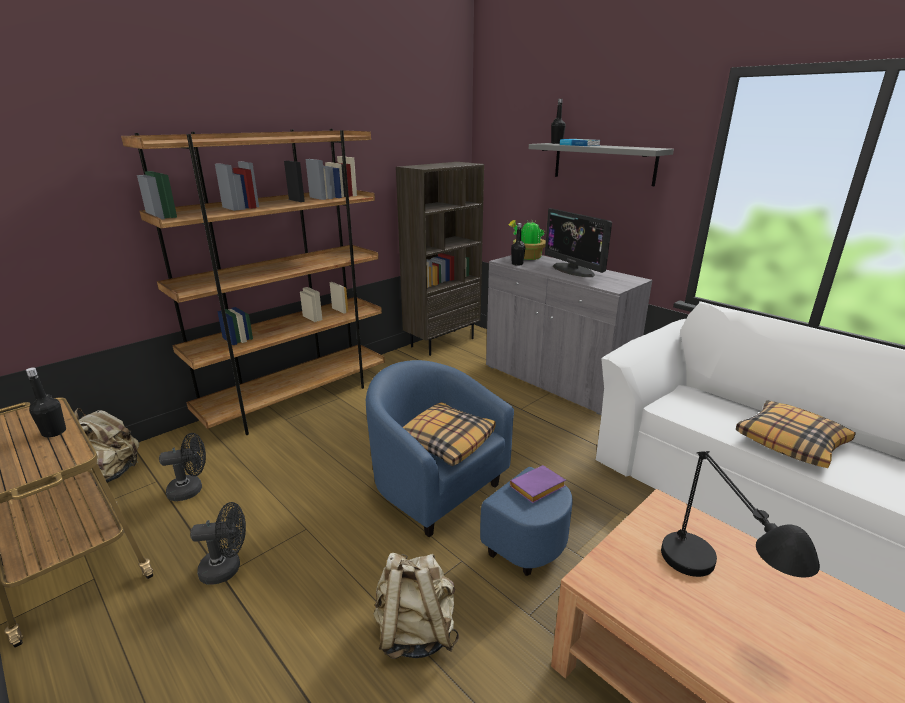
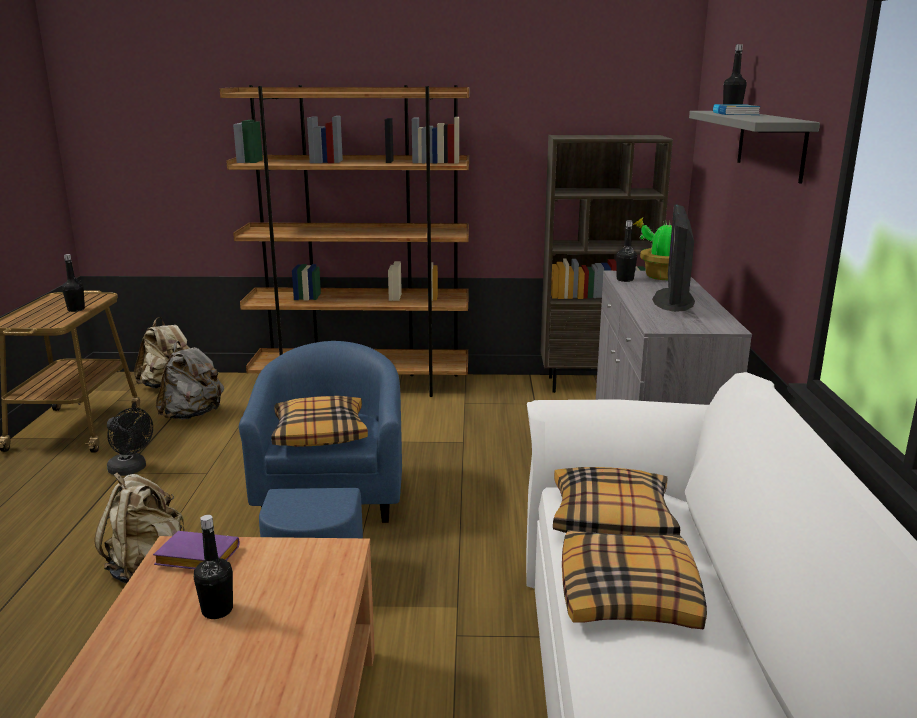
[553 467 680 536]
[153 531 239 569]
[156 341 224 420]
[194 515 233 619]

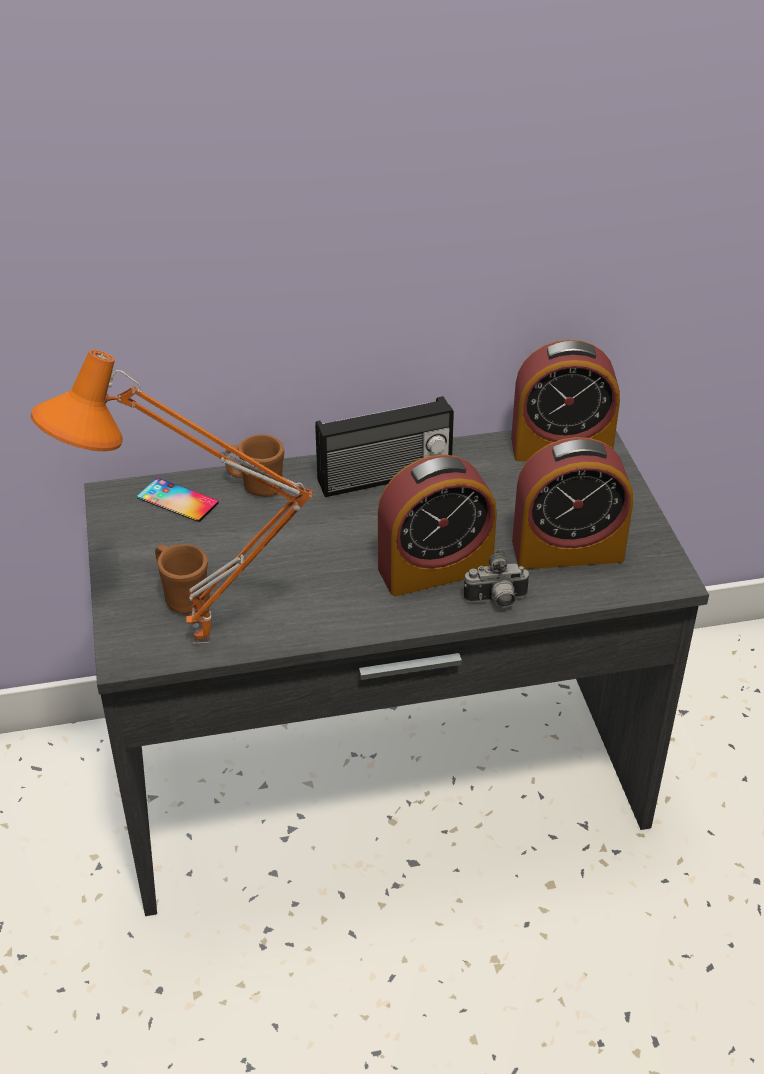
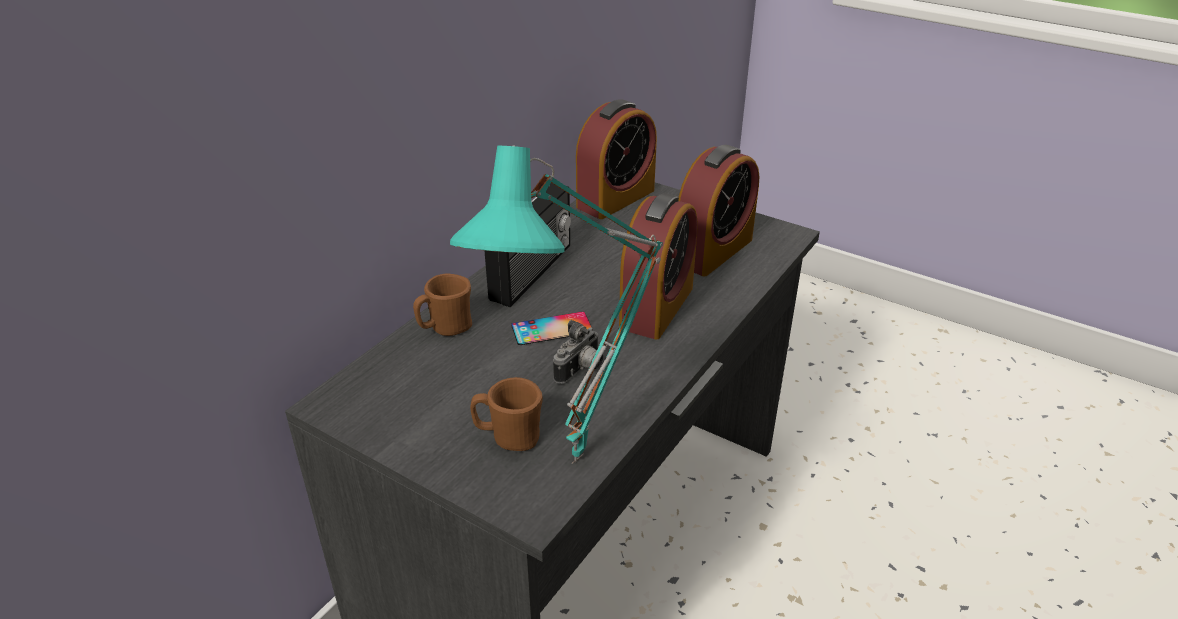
[511 312 592 345]
[553 320 603 384]
[450 145 663 464]

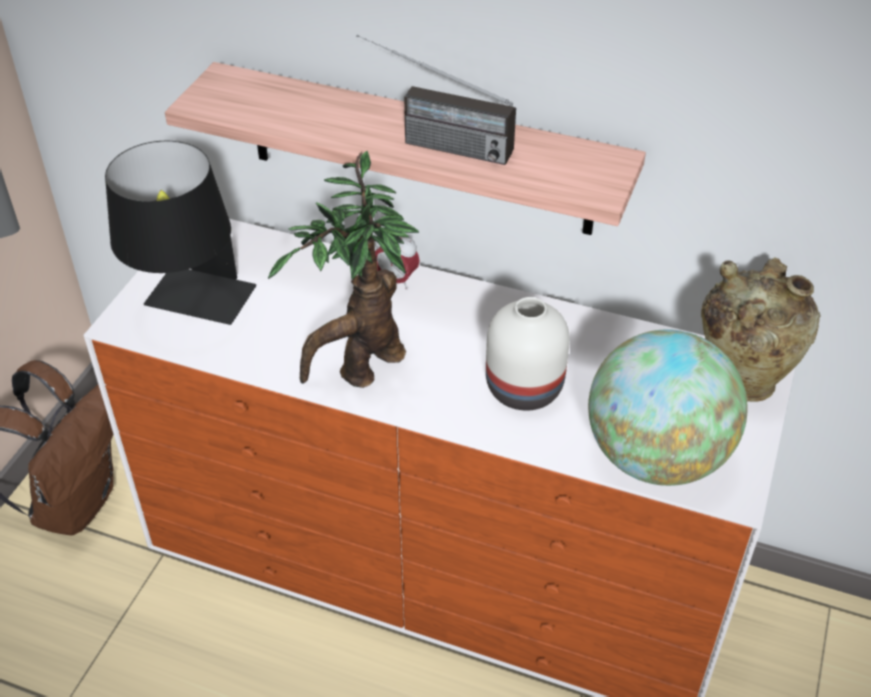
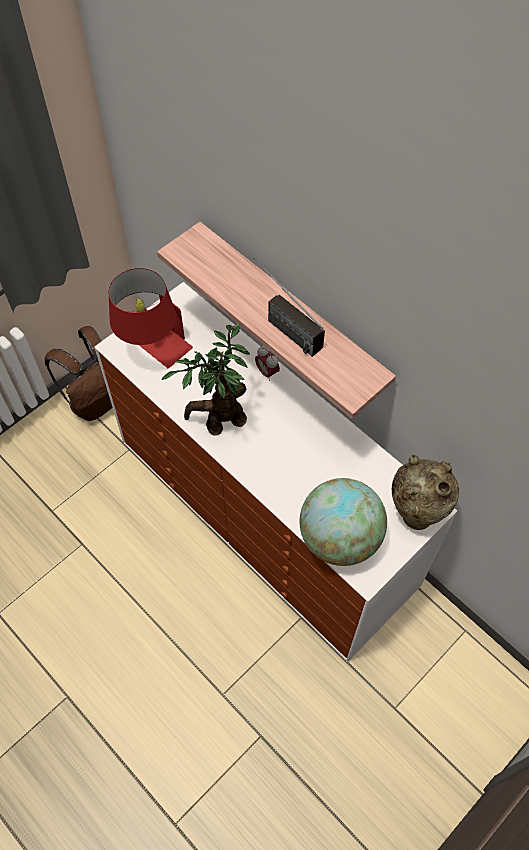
[486 297 570 411] (first image)
[109 268 193 368]

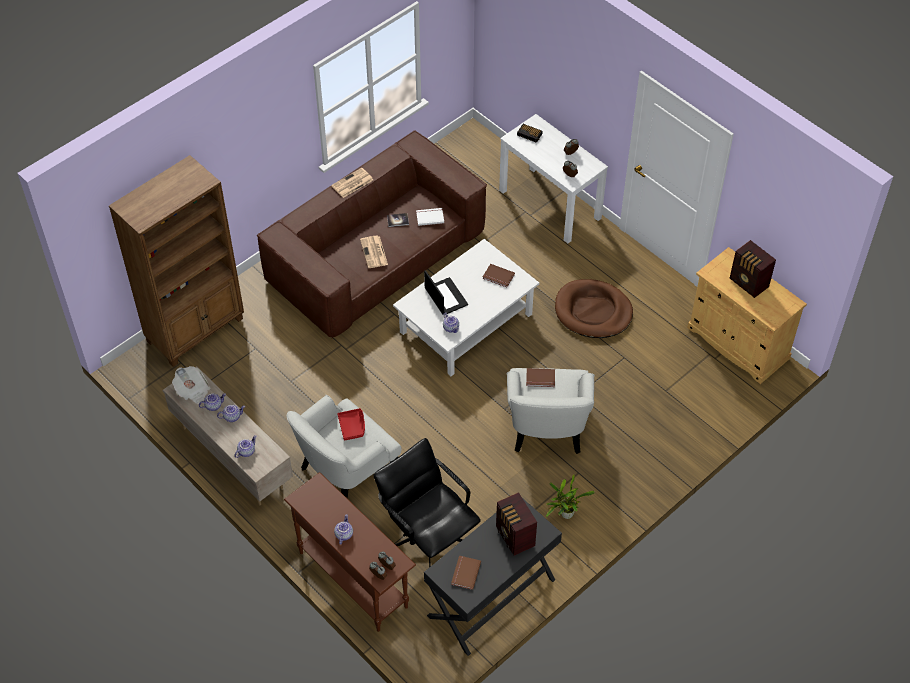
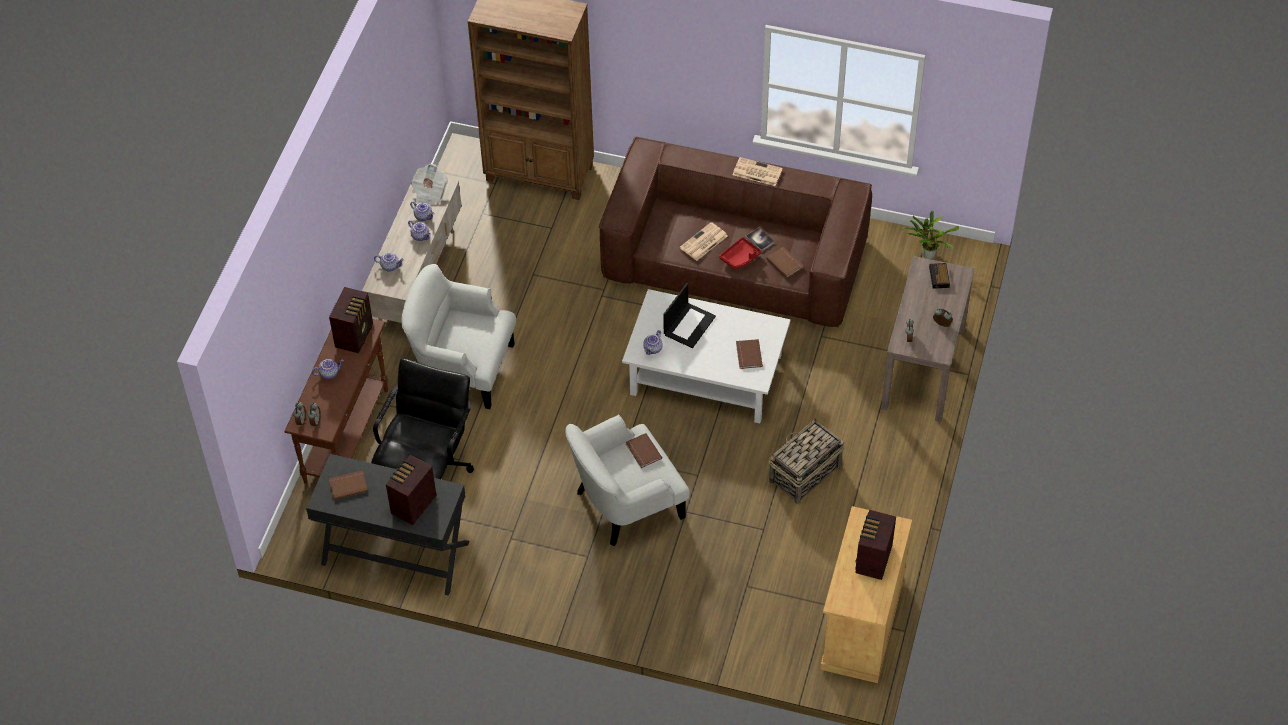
[329 287 373 353]
[719 237 761 269]
[901 211 959 259]
[769 418 845 504]
[766 247 804 278]
[881 256 975 422]

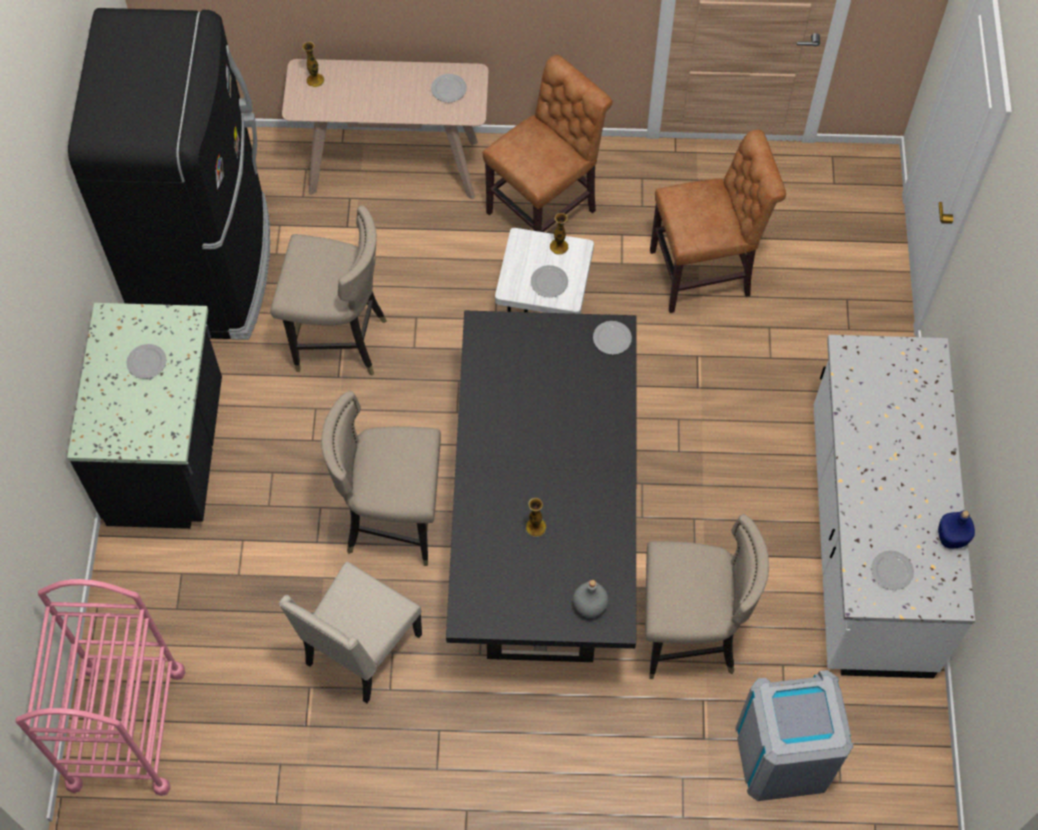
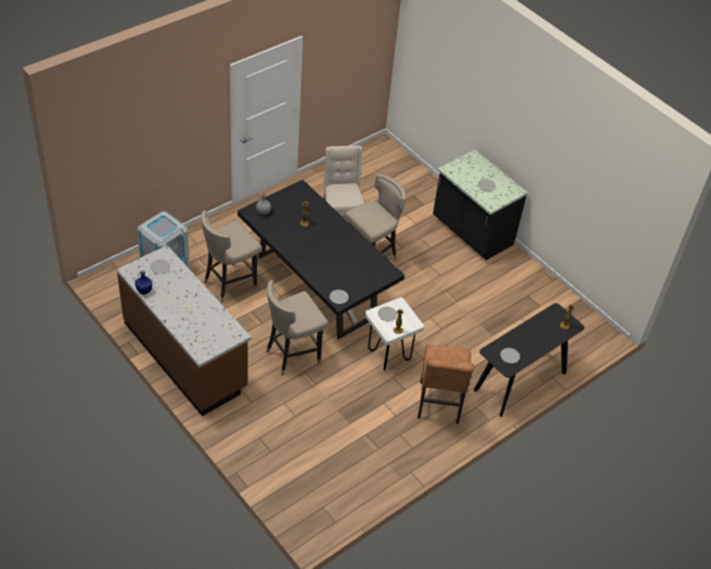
[15 579 185 796] (first image)
[68 8 270 340] (first image)
[650 130 786 313] (first image)
[266 280 328 376]
[474 303 585 417]
[116 245 251 416]

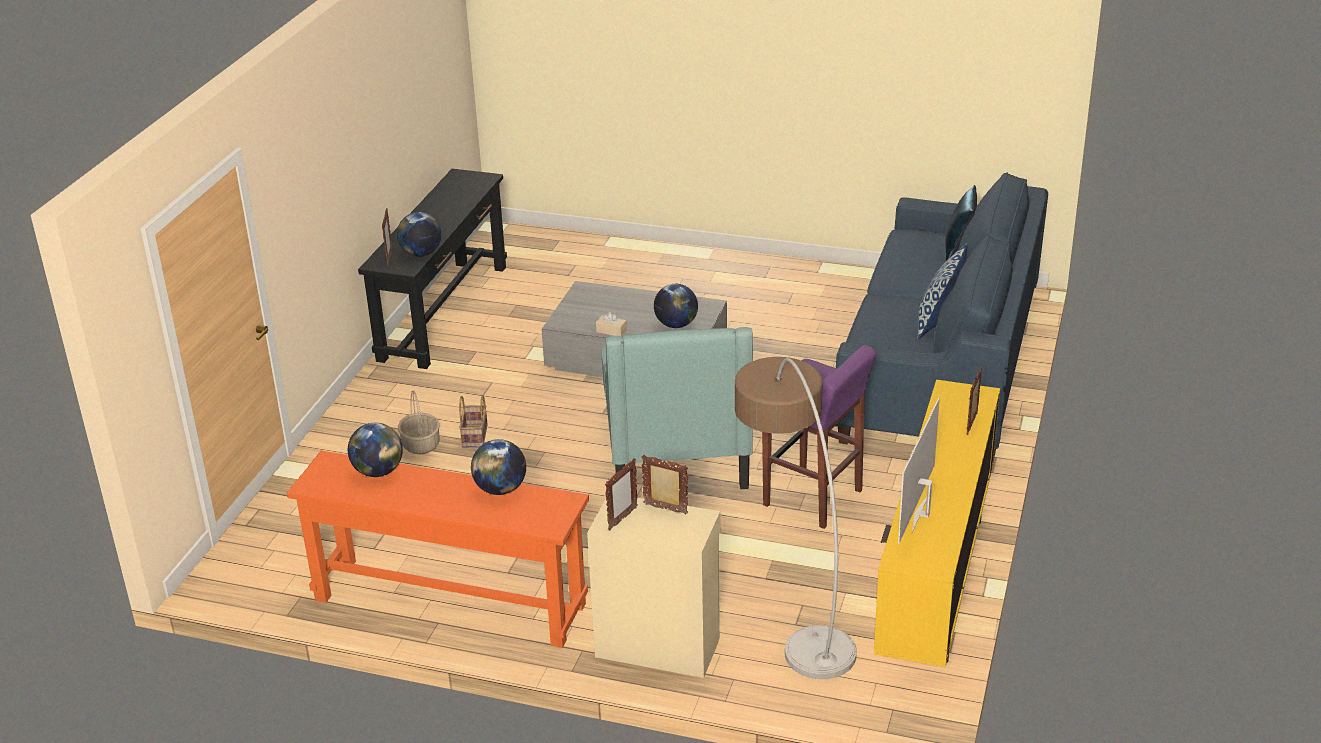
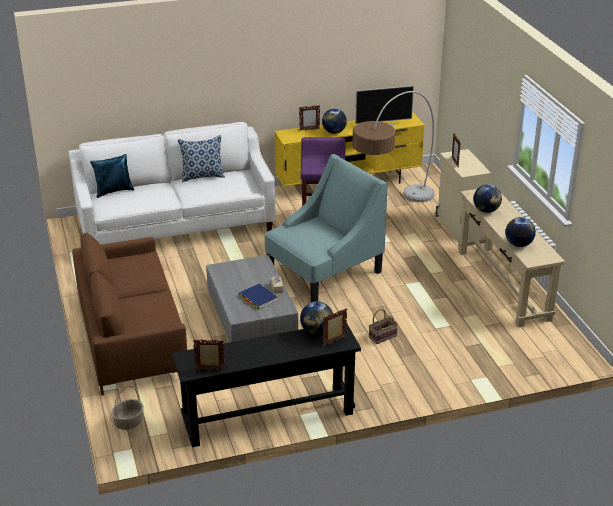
[72 232 187 396]
[239 284 278 309]
[111 386 144 430]
[193 339 225 370]
[322 109 347 134]
[458 189 565 327]
[68 122 276 245]

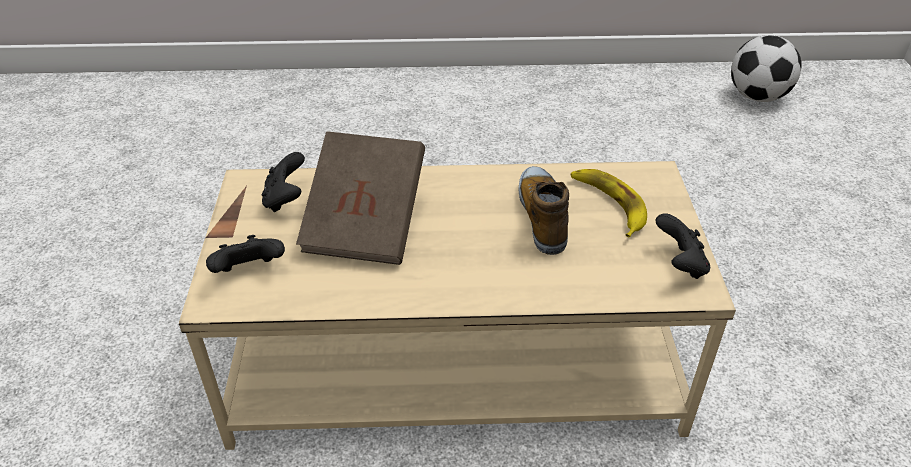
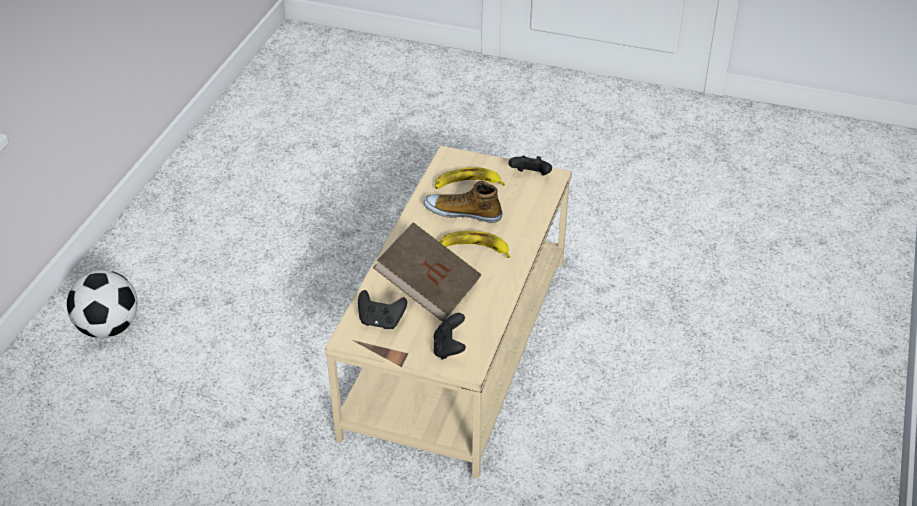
[439 231 510 258]
[67 270 138 338]

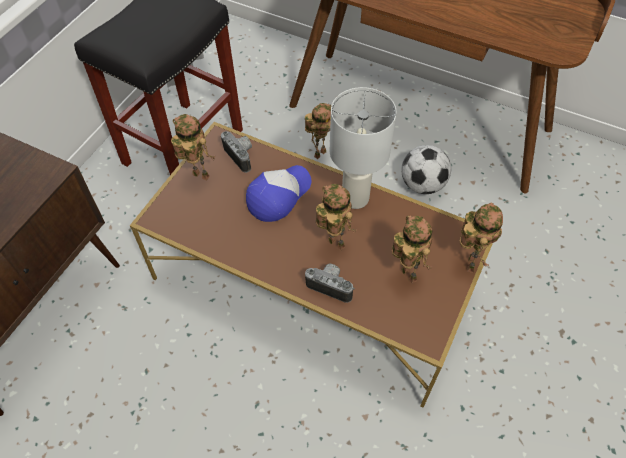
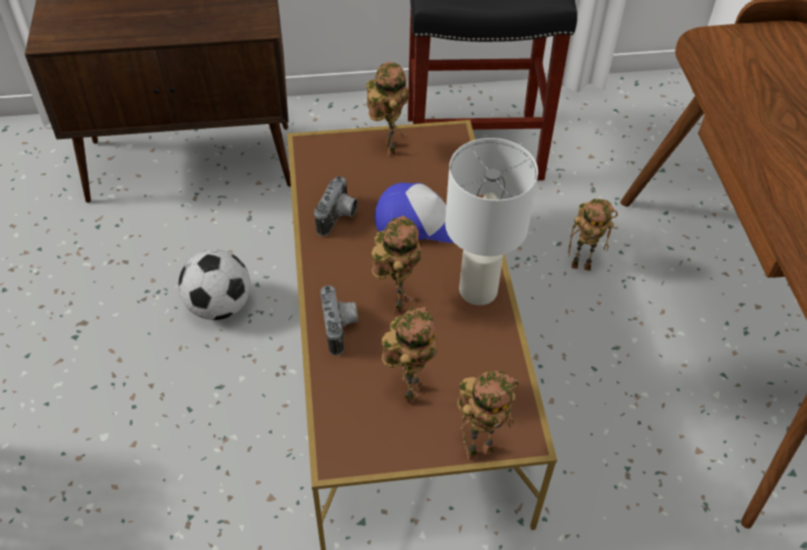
[314 176 358 236]
[178 249 251 320]

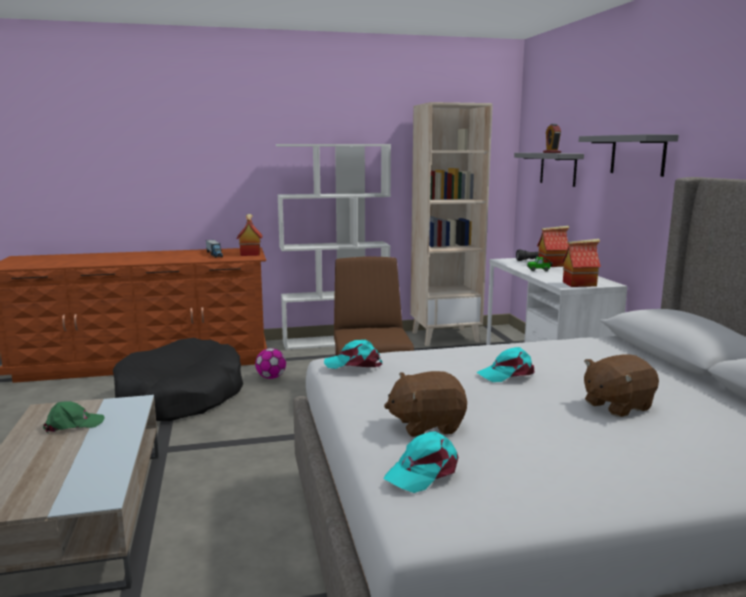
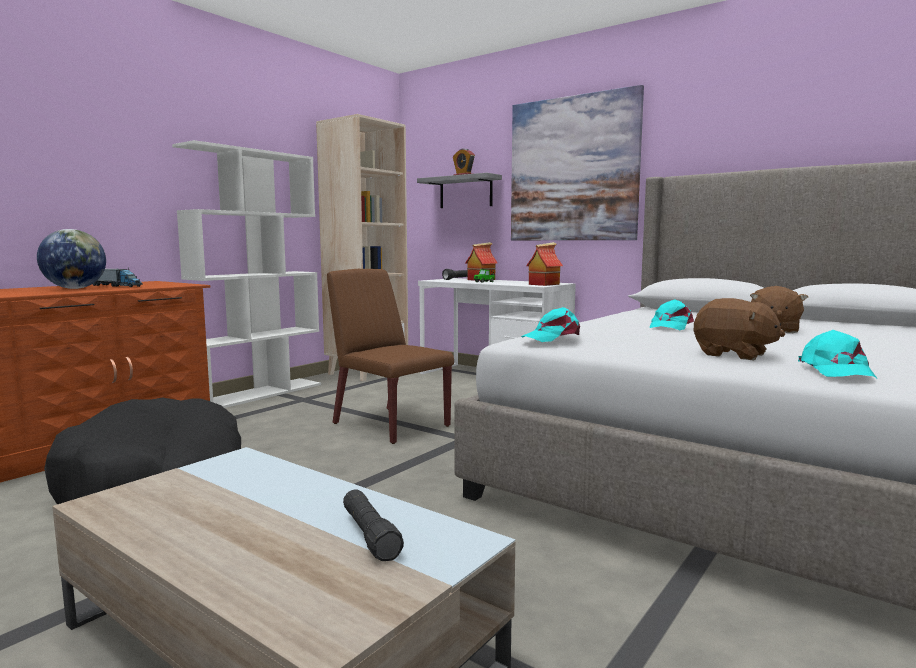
[43 401 105 433] (first image)
[237 214 263 256] (first image)
[255 348 286 379] (first image)
[37 229 106 289]
[343 489 404 561]
[511 85 644 240]
[694 298 785 361]

